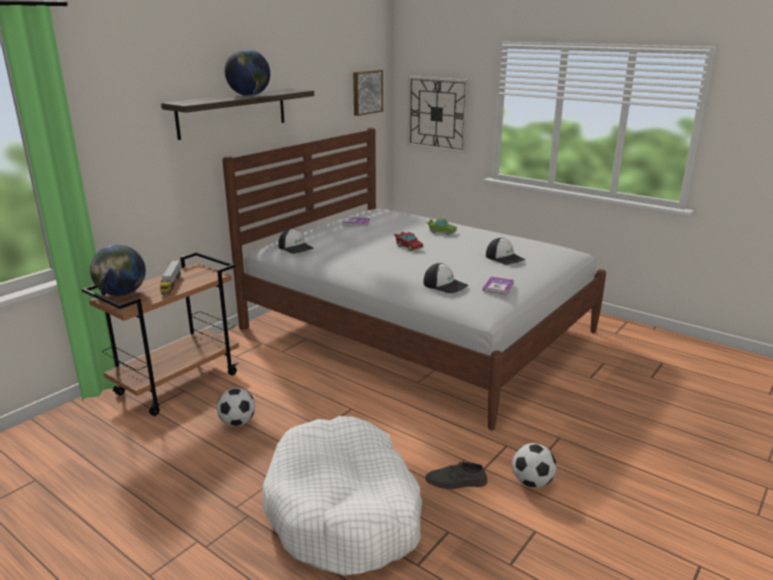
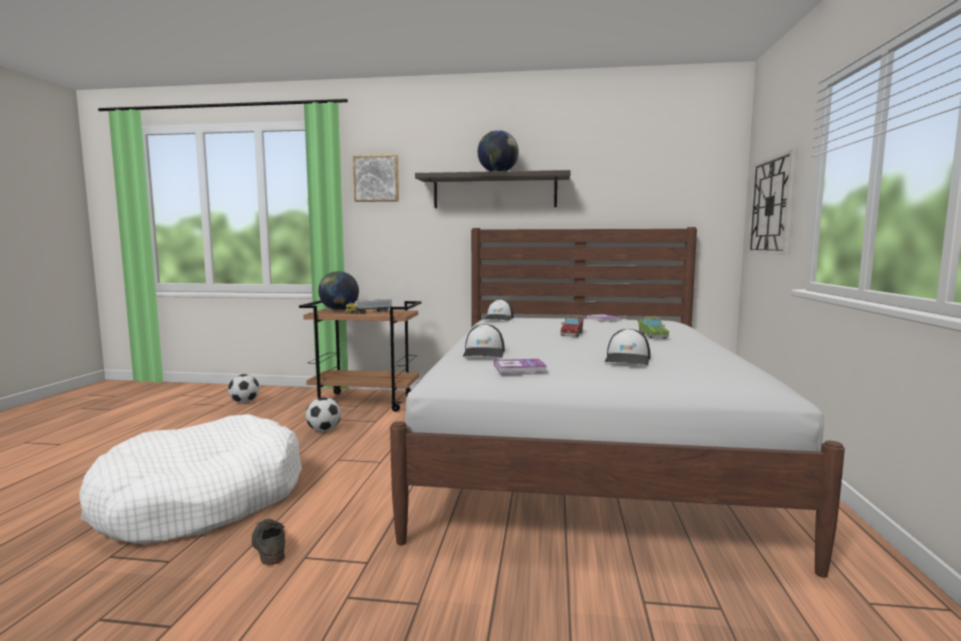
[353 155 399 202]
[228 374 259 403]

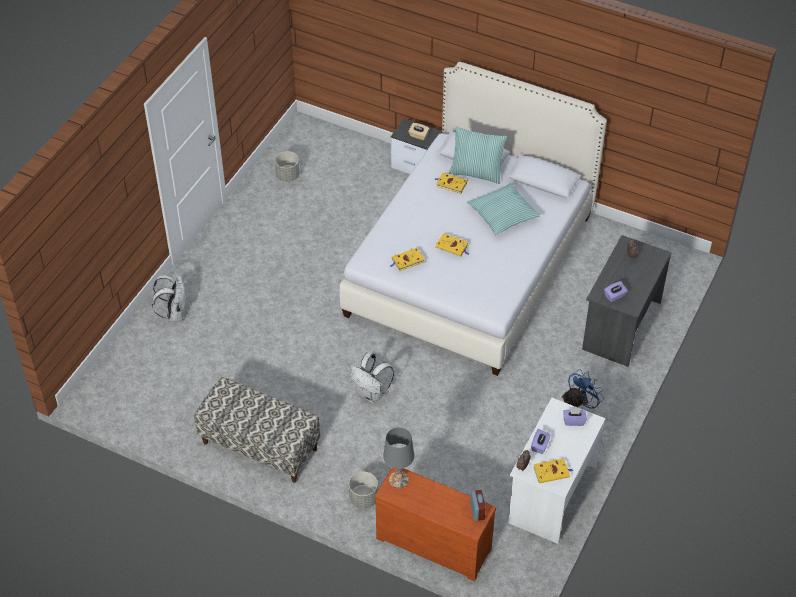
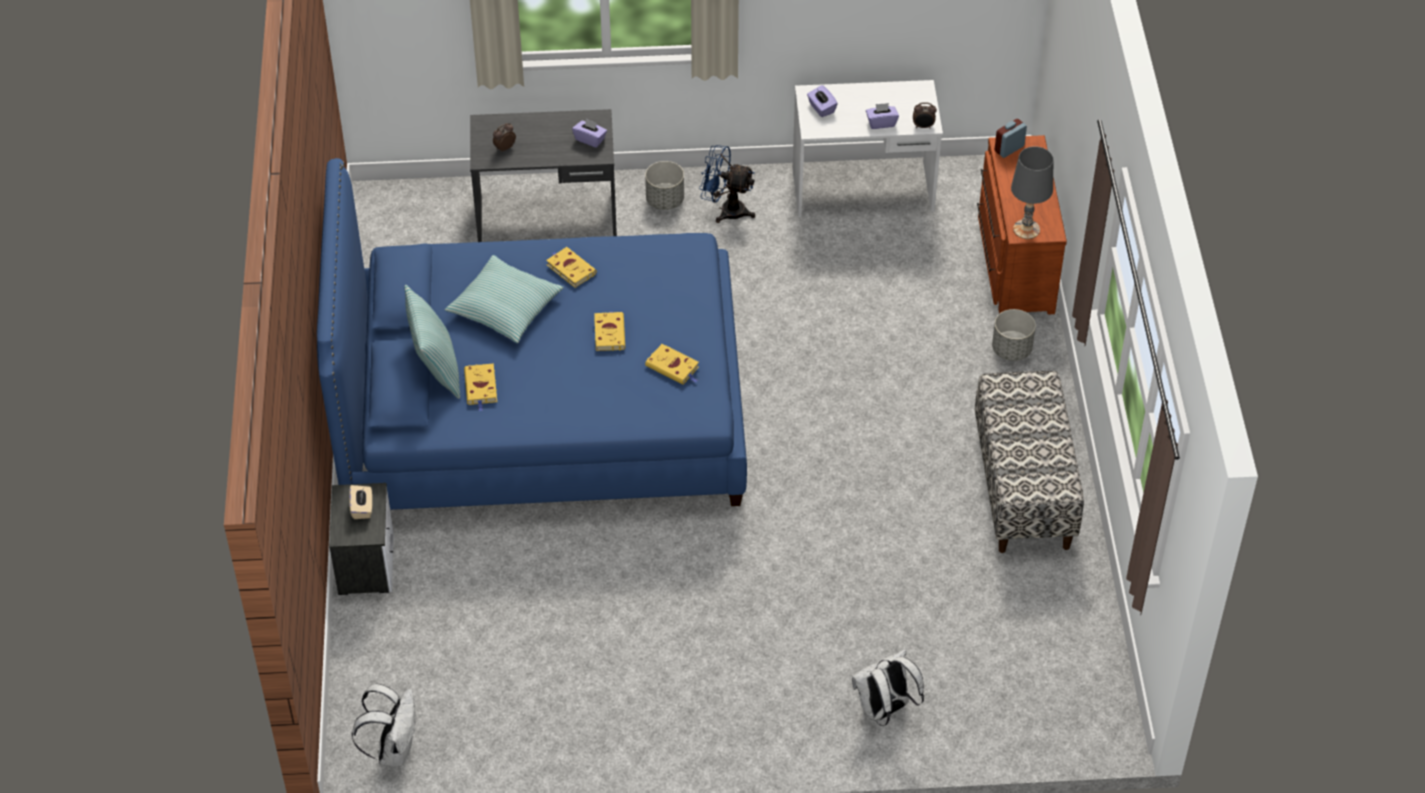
[645 161 684 210]
[352 684 416 767]
[546 247 597 288]
[317 158 747 510]

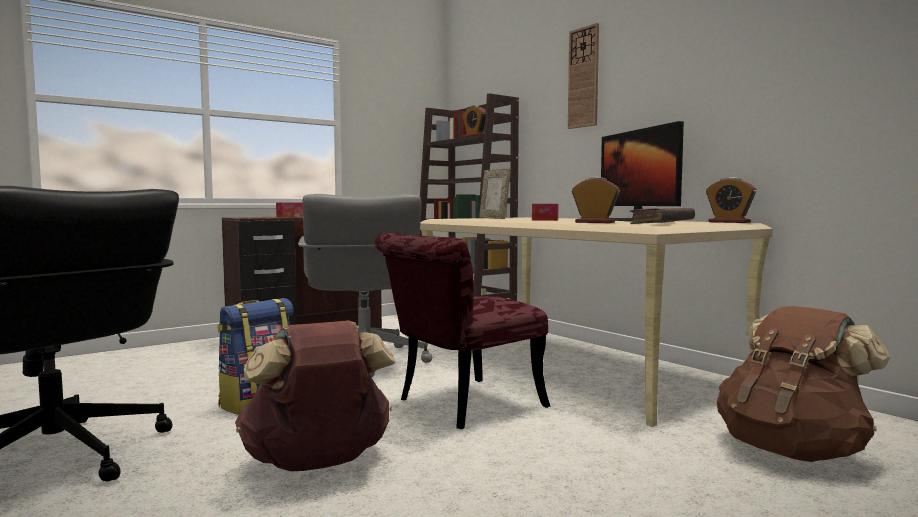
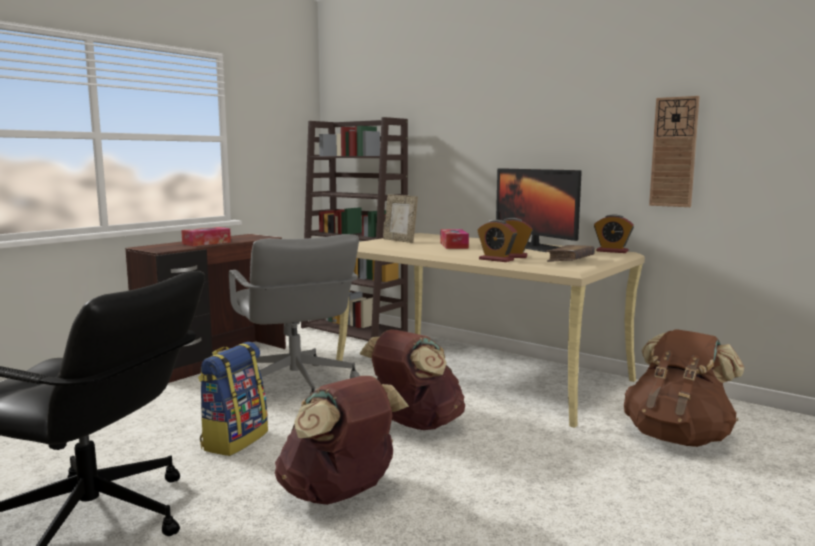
[478 220 517 262]
[649 96 700 207]
[359 329 465 430]

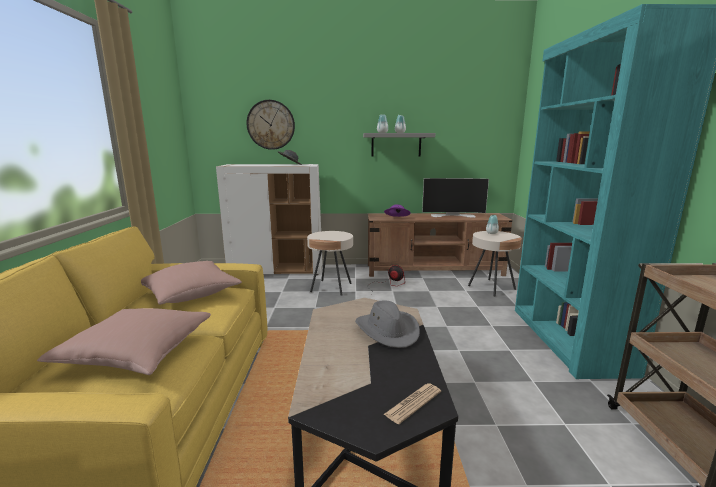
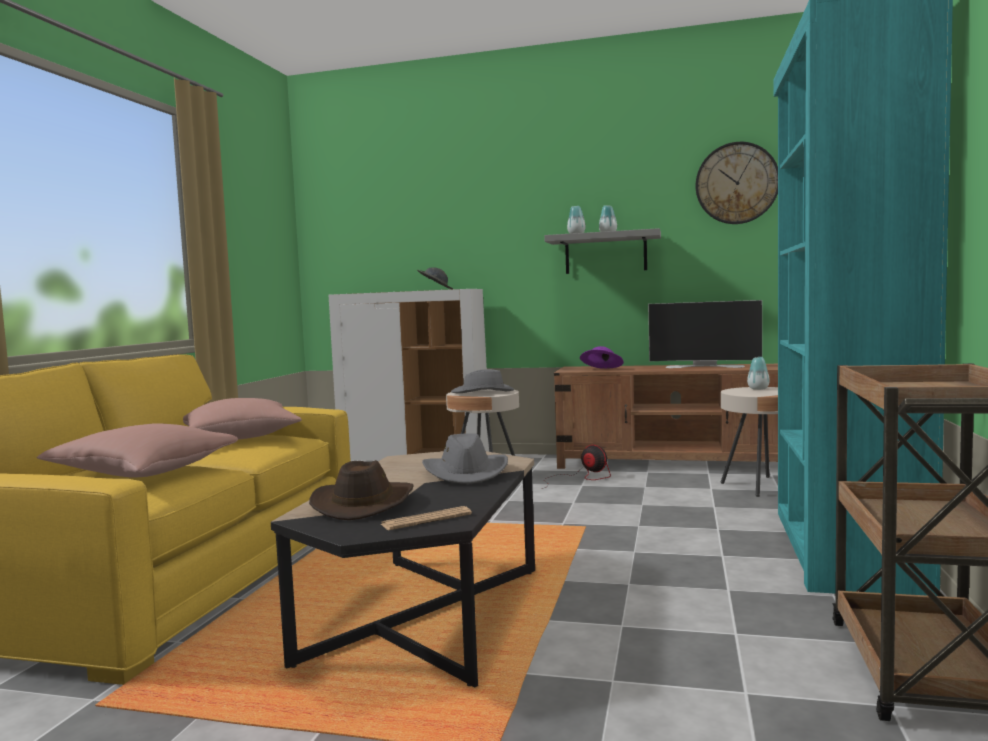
[309 460 414 520]
[451 369 514 393]
[696 142 778 224]

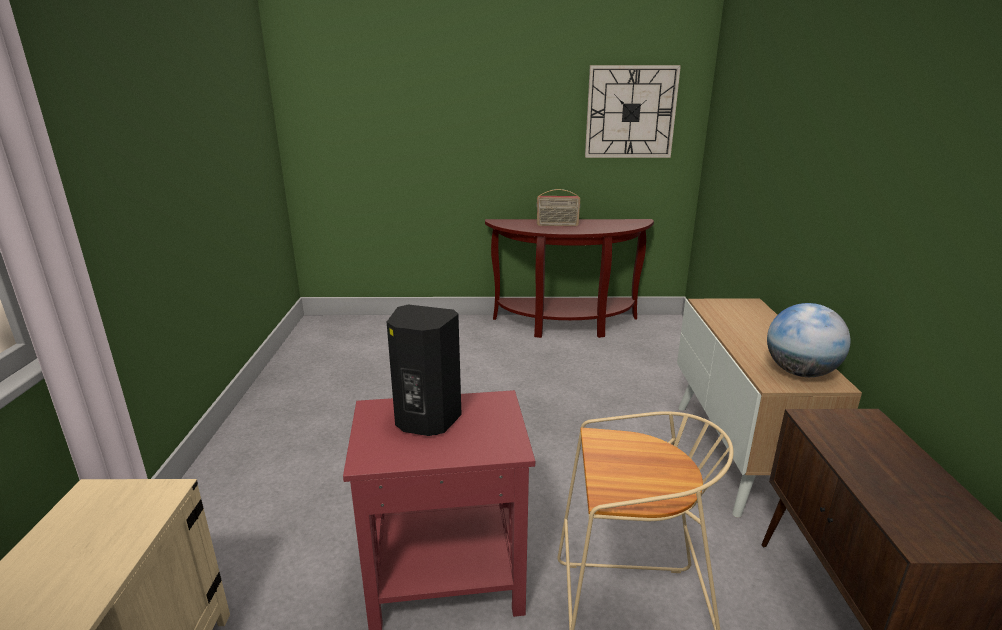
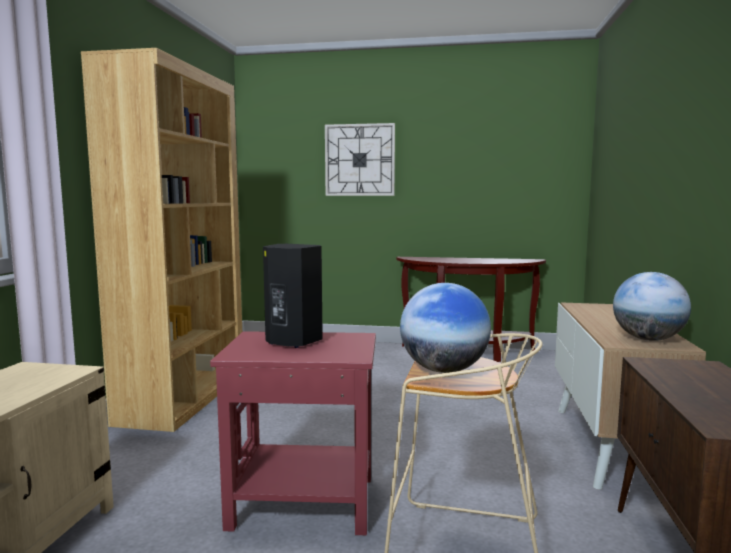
[536 189 580 226] (first image)
[81 48 242 432]
[400 283 491 373]
[325 123 395 196]

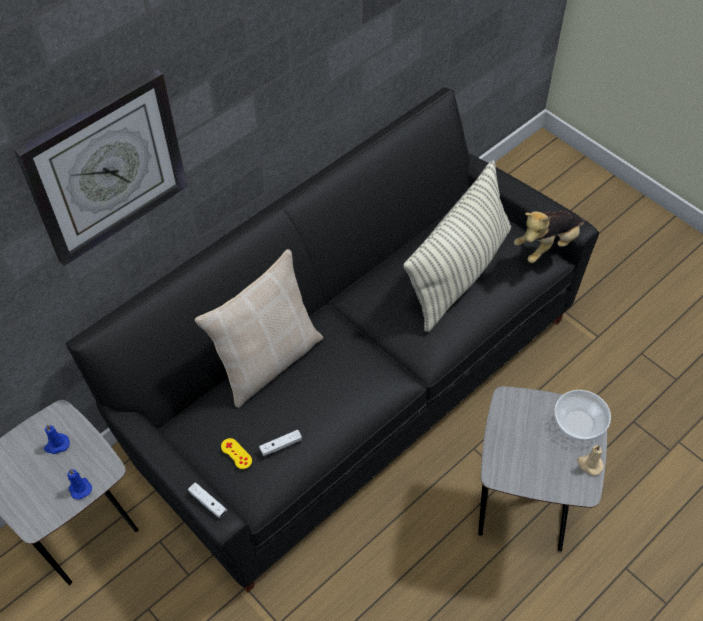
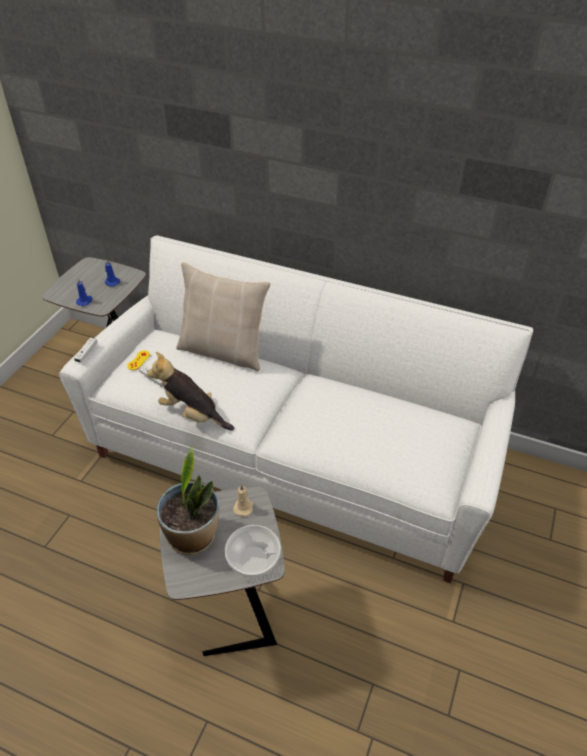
[14 69 187 266] (first image)
[404 161 511 332] (first image)
[156 446 219 555]
[147 352 234 431]
[233 484 253 516]
[59 235 533 583]

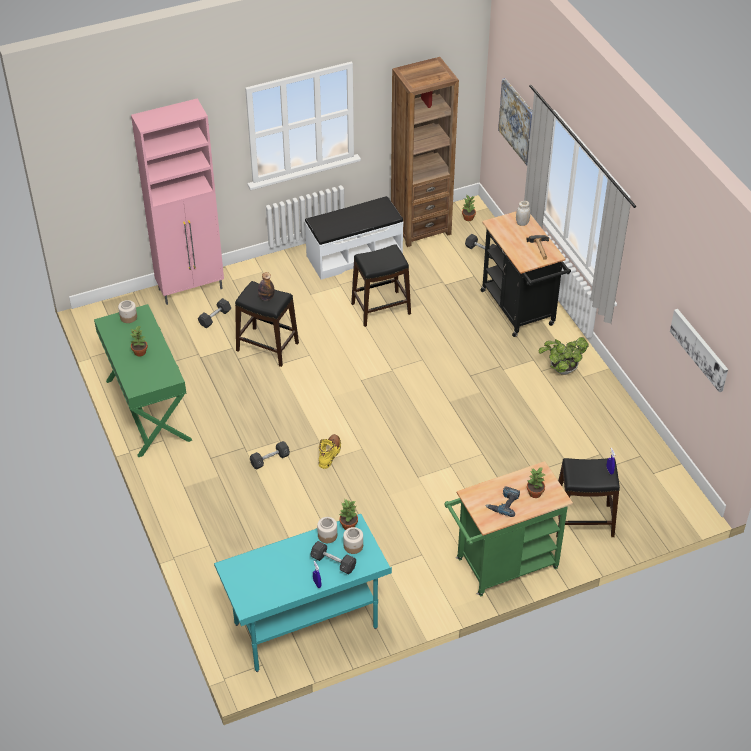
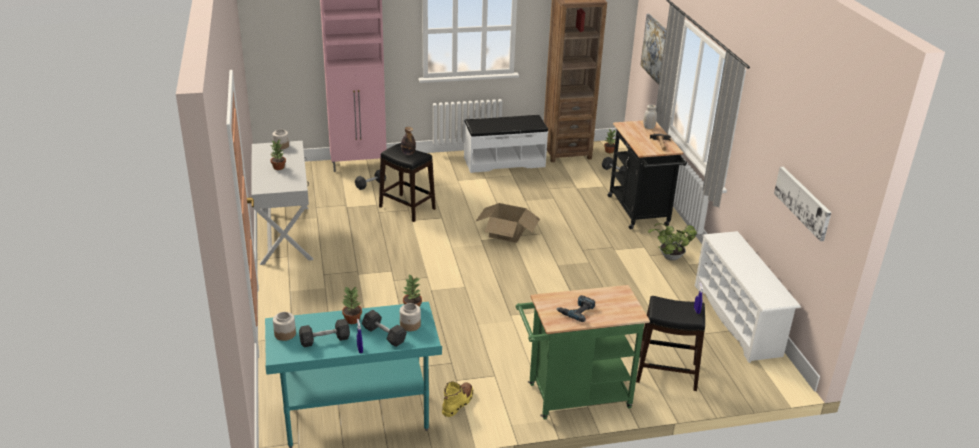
[351 244 411 327] (first image)
[475 203 540 243]
[695 231 801 363]
[299 319 350 347]
[273 312 296 341]
[442 382 473 417]
[342 287 362 324]
[252 141 313 265]

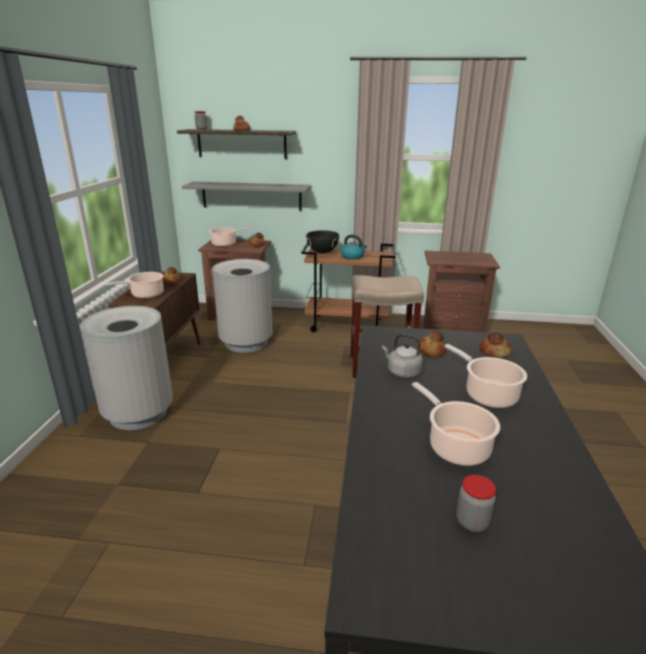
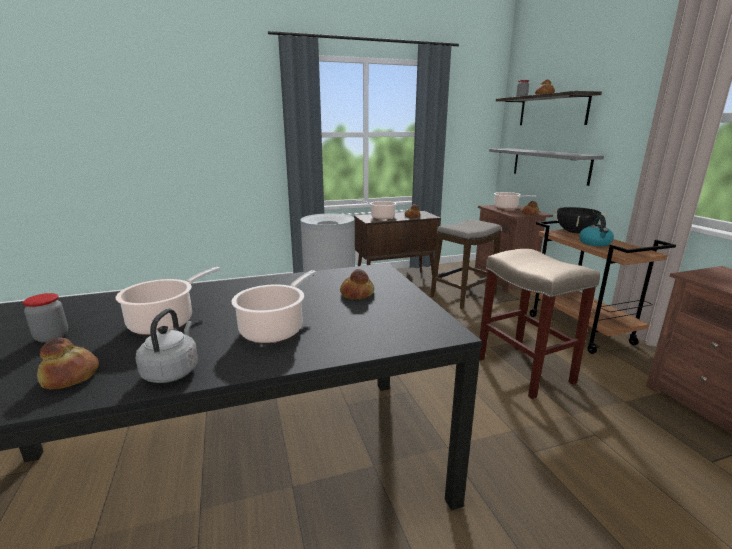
[135 309 198 383]
[37 337 99 390]
[430 219 501 309]

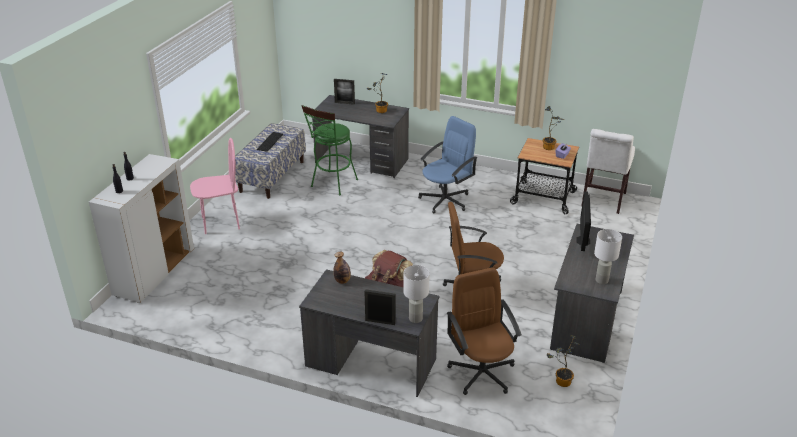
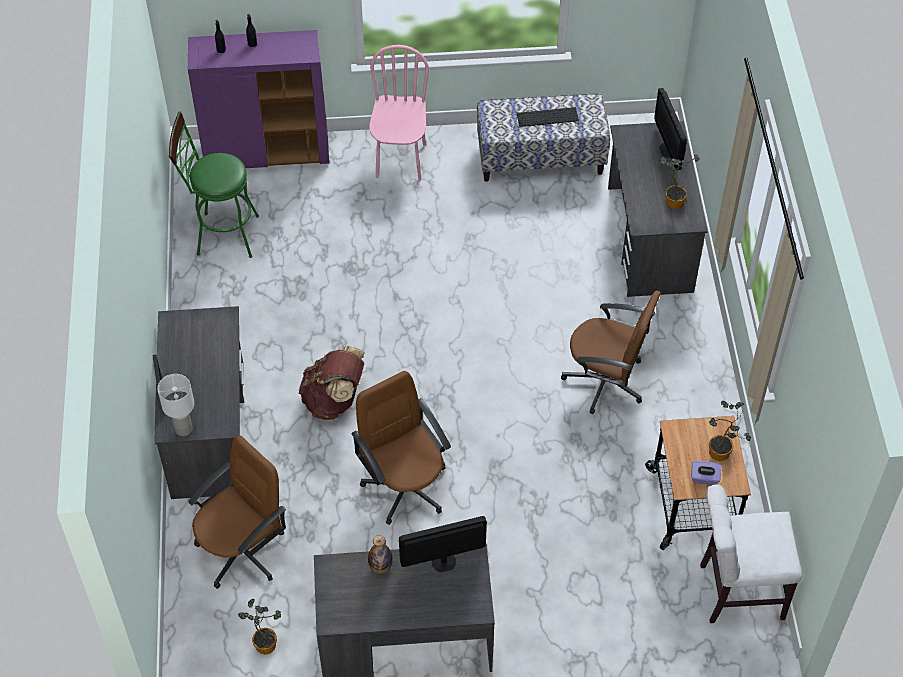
[594 229 622 284] (first image)
[169 111 259 258]
[368 535 393 574]
[654 88 687 171]
[188 30 329 168]
[561 291 661 414]
[369 45 429 180]

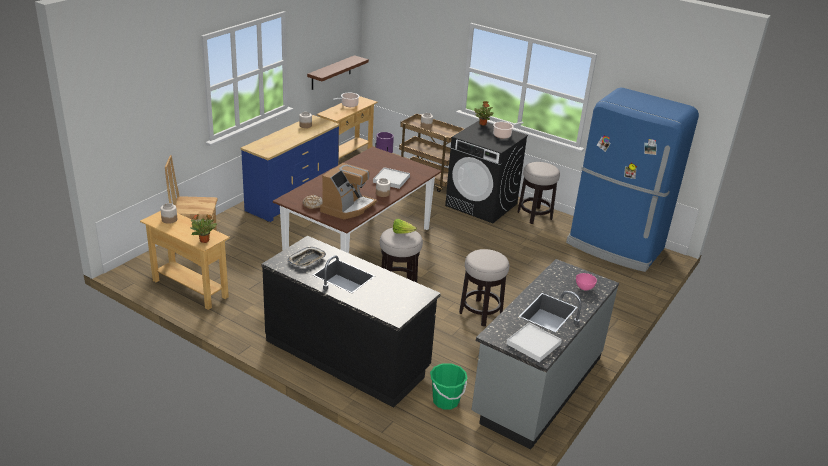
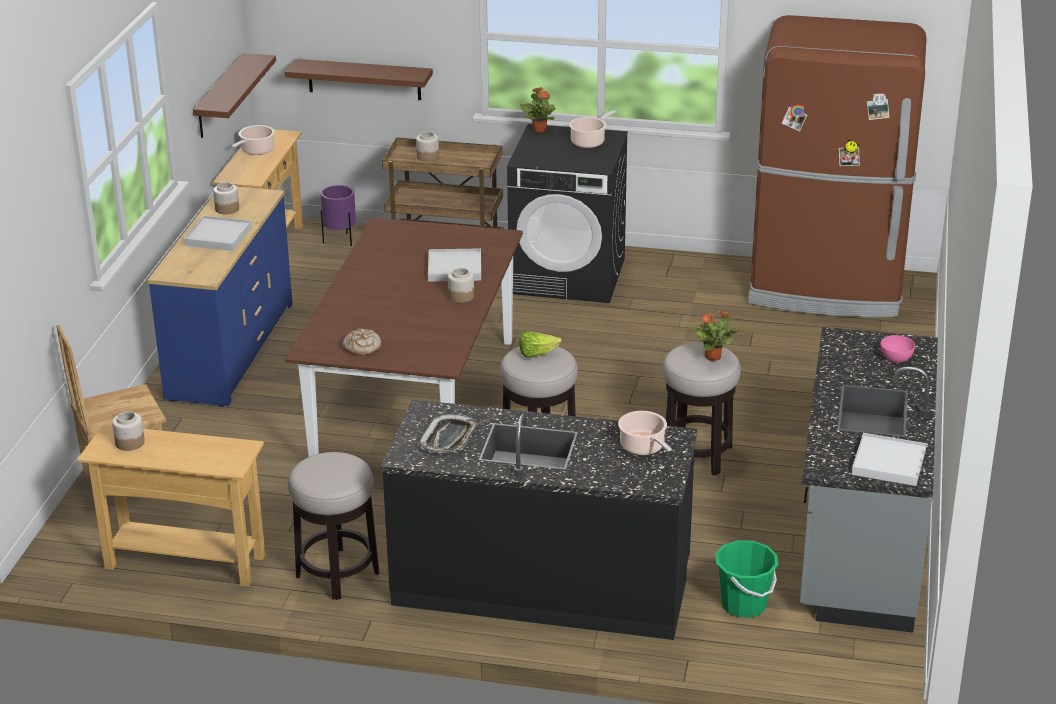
[320 163 377 219] (first image)
[184 216 252 251]
[285 59 433 100]
[618 411 672 455]
[690 310 740 361]
[288 452 379 600]
[748 15 926 317]

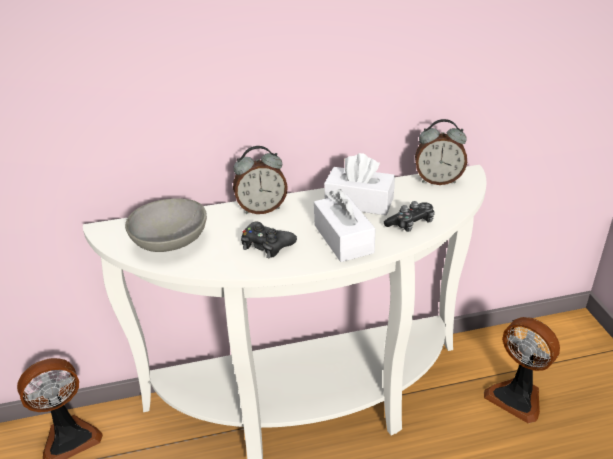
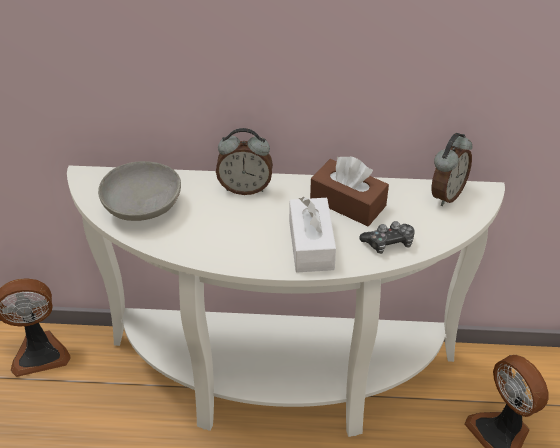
[241 221 297 258] (first image)
[310 156 389 226]
[431 133 472 206]

